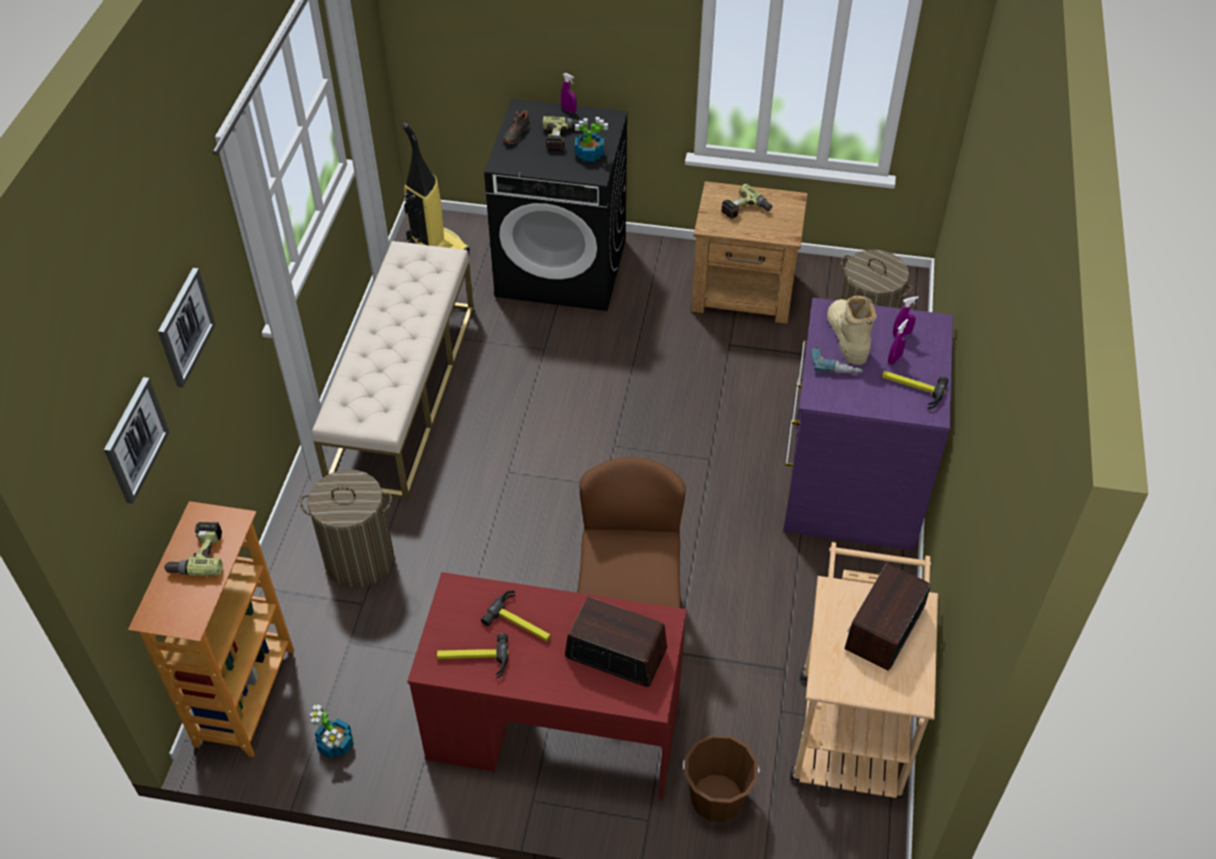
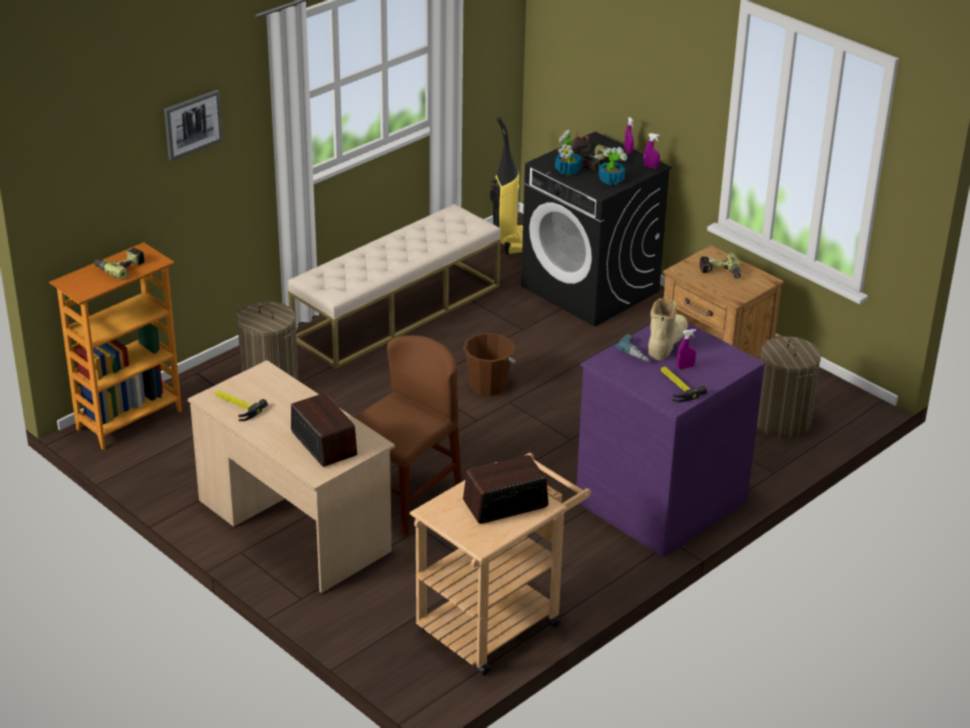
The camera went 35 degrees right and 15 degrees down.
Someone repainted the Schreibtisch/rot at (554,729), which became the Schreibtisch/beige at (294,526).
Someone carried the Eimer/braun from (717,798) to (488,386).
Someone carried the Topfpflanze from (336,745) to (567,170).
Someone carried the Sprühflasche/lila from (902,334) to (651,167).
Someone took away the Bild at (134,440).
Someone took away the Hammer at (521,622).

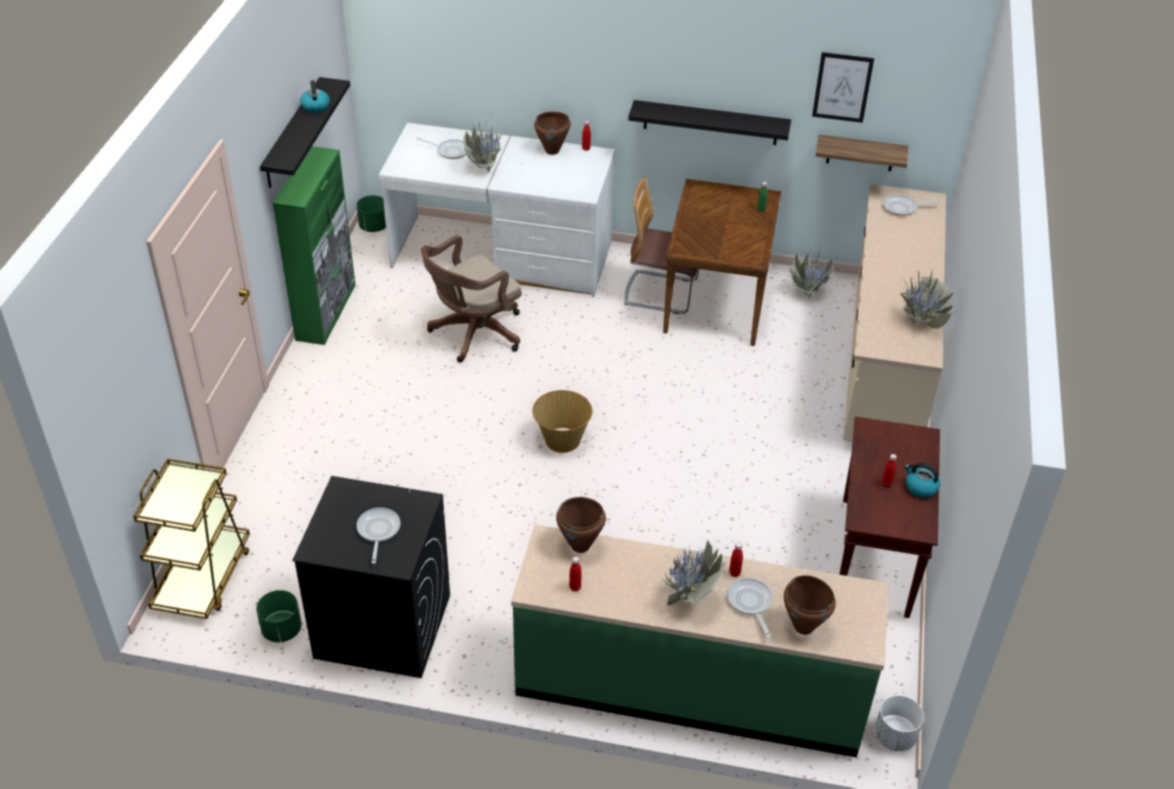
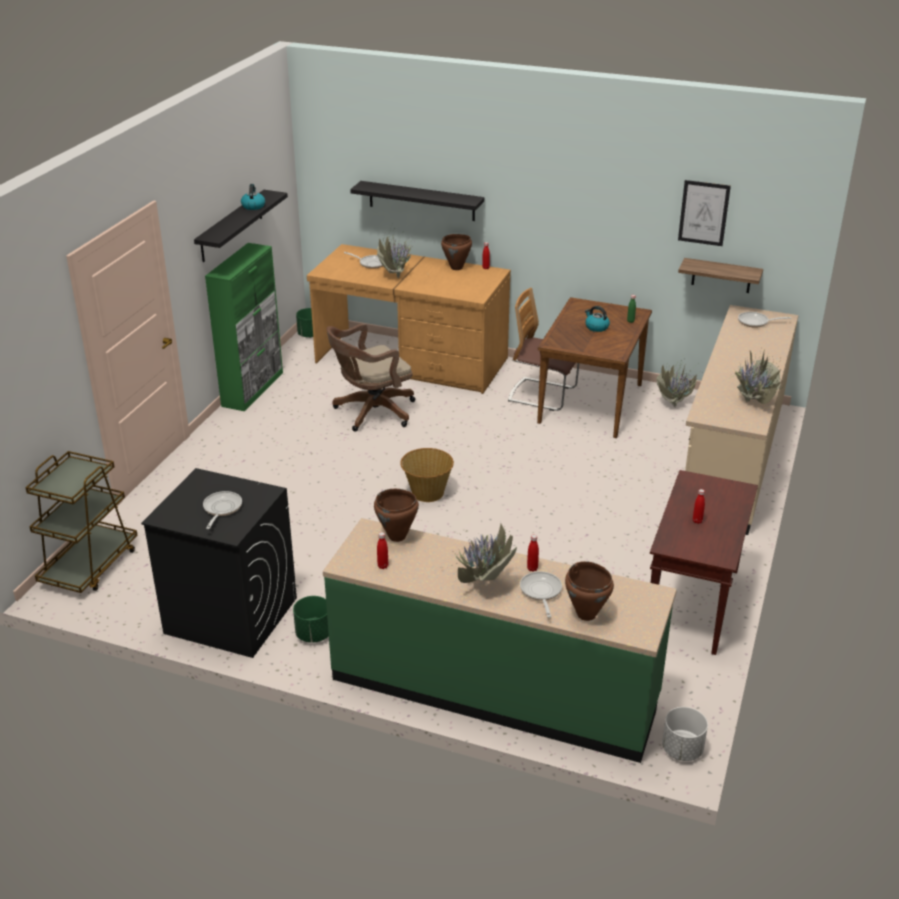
The camera went 10 degrees right and 10 degrees down.
Someone carried the Pflanzkübel/grün from (281,630) to (313,634).
Someone repainted the Schreibtisch/weiß at (501,256), which became the Schreibtisch/braun at (411,361).
Someone carried the Wandregal/schwarz from (710,123) to (421,201).
Someone carried the Wasserkessel from (920,487) to (596,327).

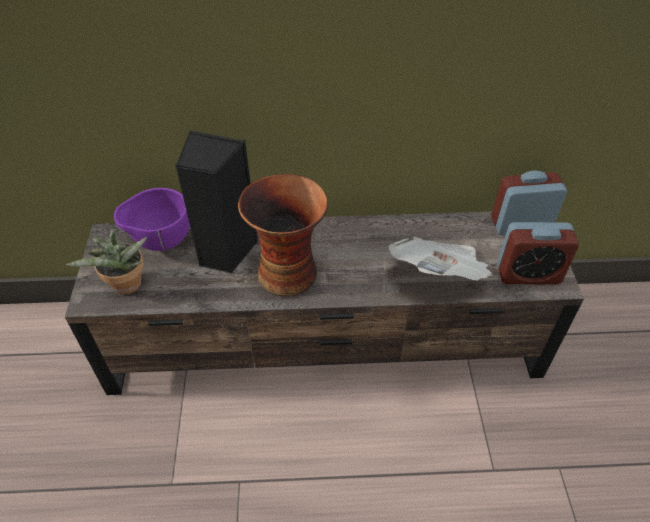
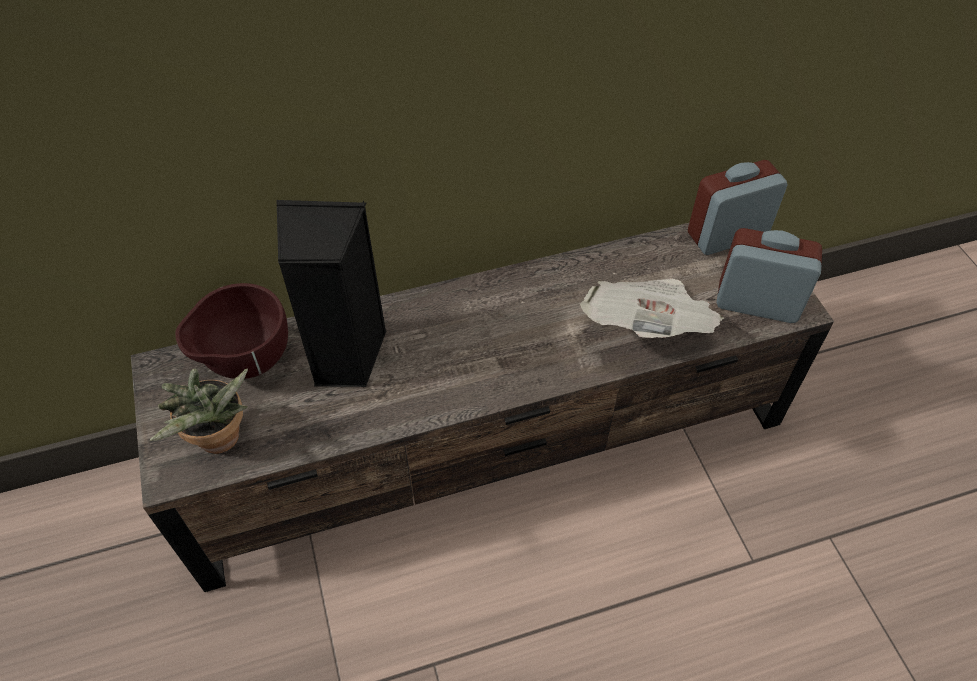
The camera went 15 degrees left and 5 degrees up.
Someone repainted the Schüssel/lila at (161,243), which became the Schüssel/braun at (246,363).
Someone rotated the Wecker at (528,274) by 150 degrees counterclockwise.
Someone took away the Vase at (287,272).

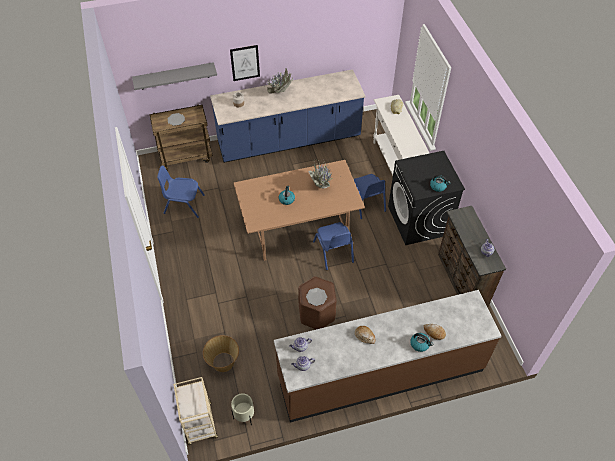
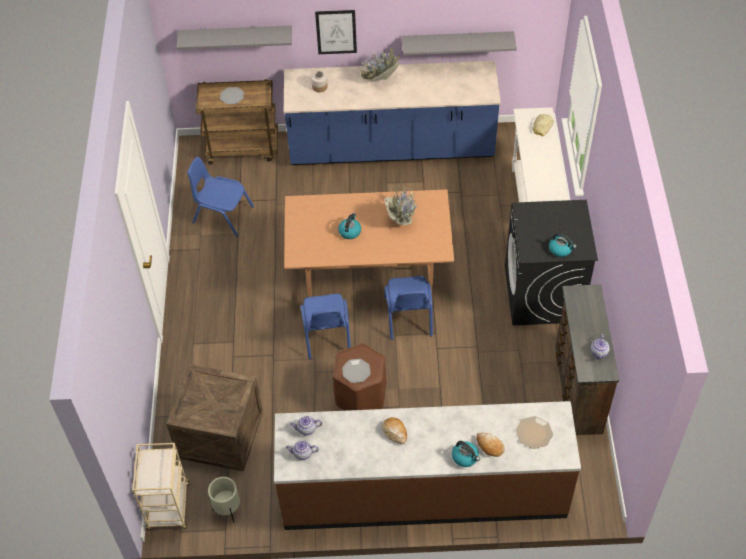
The camera went 15 degrees right and 0 degrees up.
Someone swapped the Korb at (223,362) for the Kiste at (219,435).
Someone carried the Stuhl/blau from (366,203) to (326,335).
Someone put up the Wandregal/grau at (457,42).
Someone put down the Teller at (534,433).

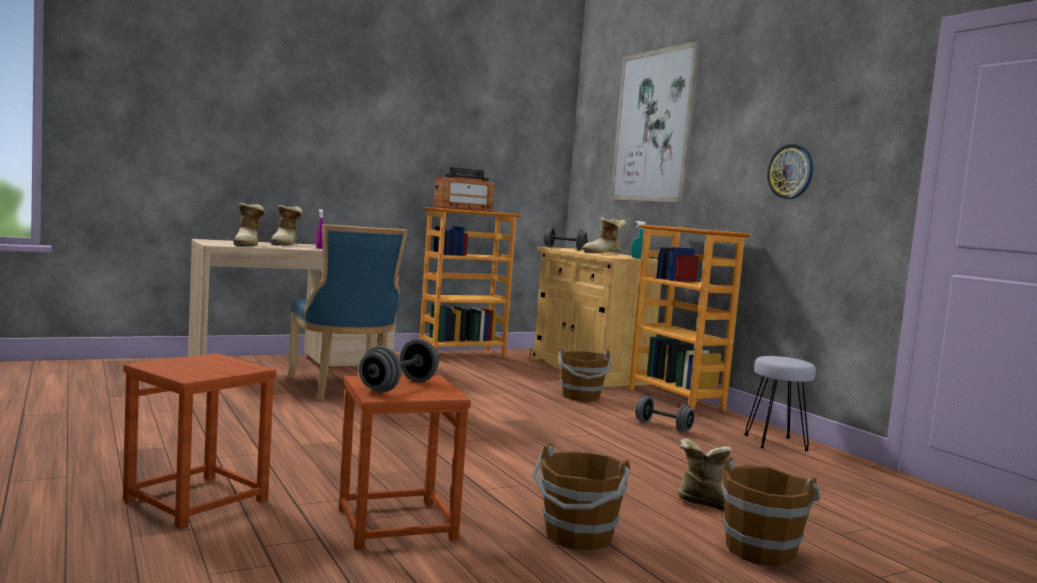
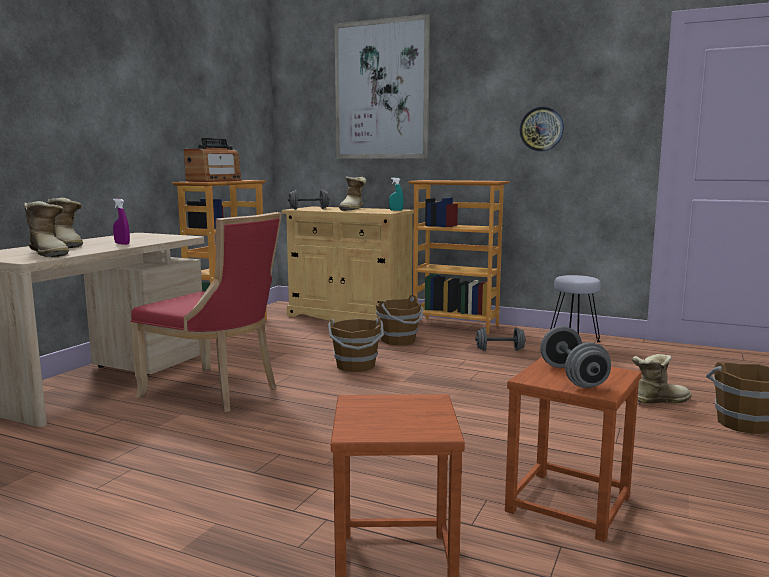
The camera went 35 degrees left and 5 degrees up.
Someone repainted the Stuhl/blau at (342,388), which became the Stuhl/rot at (215,392).
Someone carried the Eimer/braun from (578,536) to (356,366).

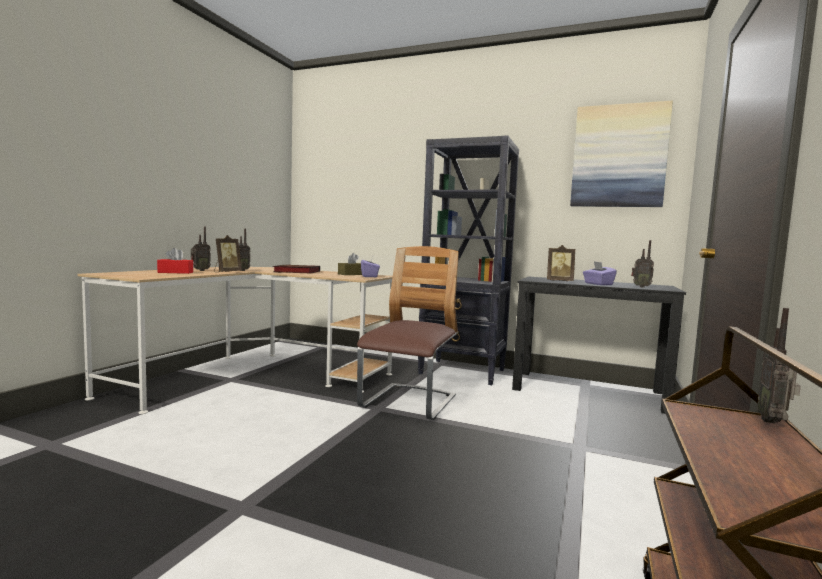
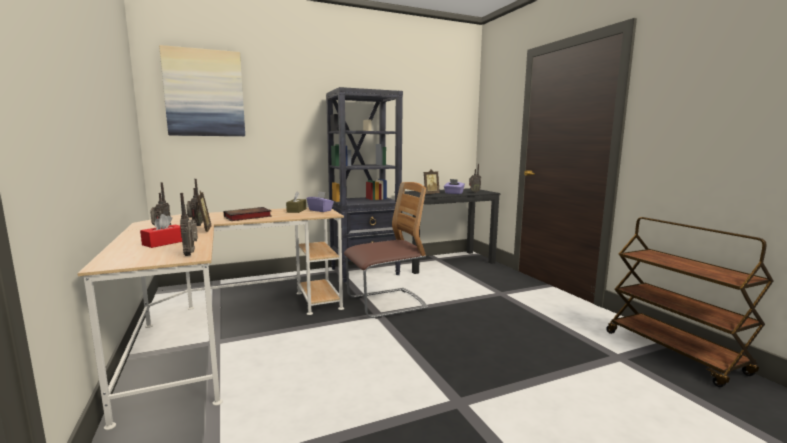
The camera went 45 degrees left and 5 degrees up.
Someone carried the Bild from (618,156) to (204,93).
Someone carried the Radio from (774,421) to (191,254).
Someone rotated the Stuhl at (408,403) by 90 degrees clockwise.

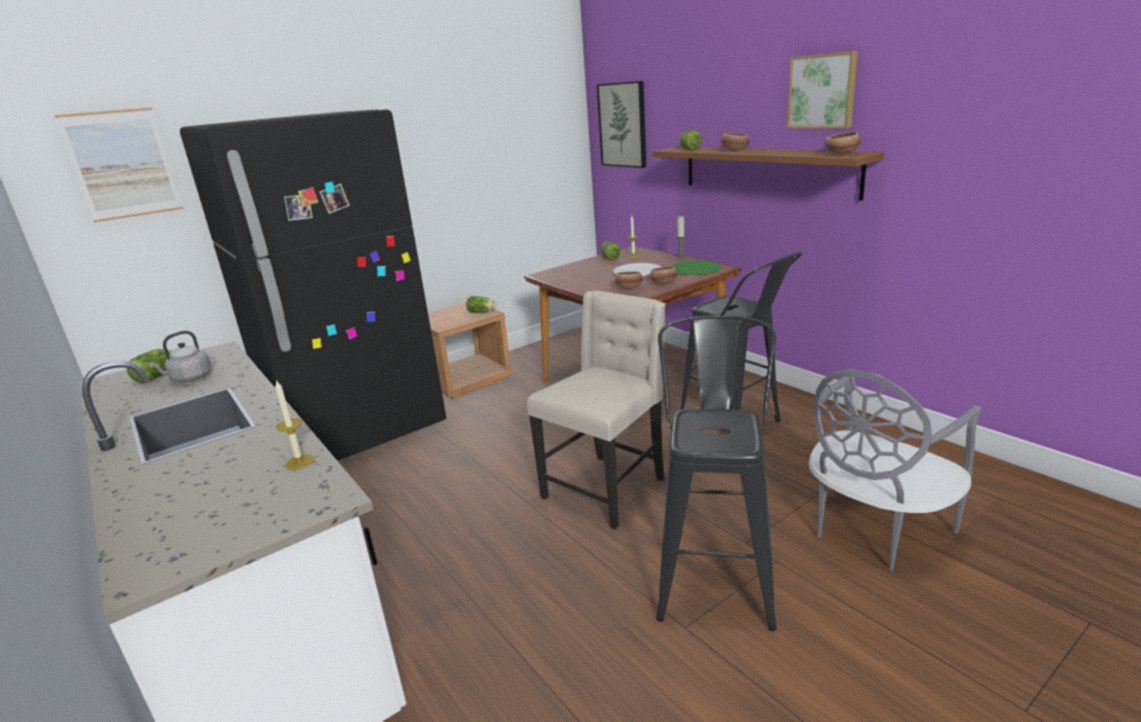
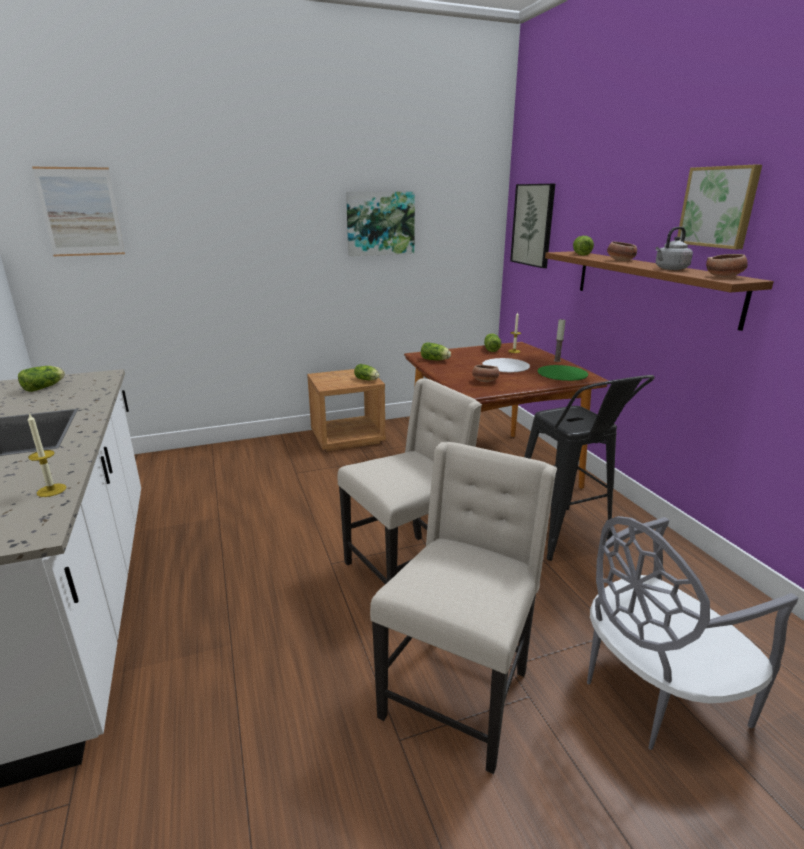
The camera went 15 degrees right and 0 degrees up.
Someone put up the Bild at (380,223).
Someone swapped the Hocker/schwarz at (715,576) for the Stuhl/beige at (458,693).
Someone put down the Salatkopf at (435,360).
Someone carried the Wasserkessel/grau from (189,378) to (670,269).
Someone took away the Kühlschrank/schwarz at (359,430).
Someone took away the Schüssel at (663,283).

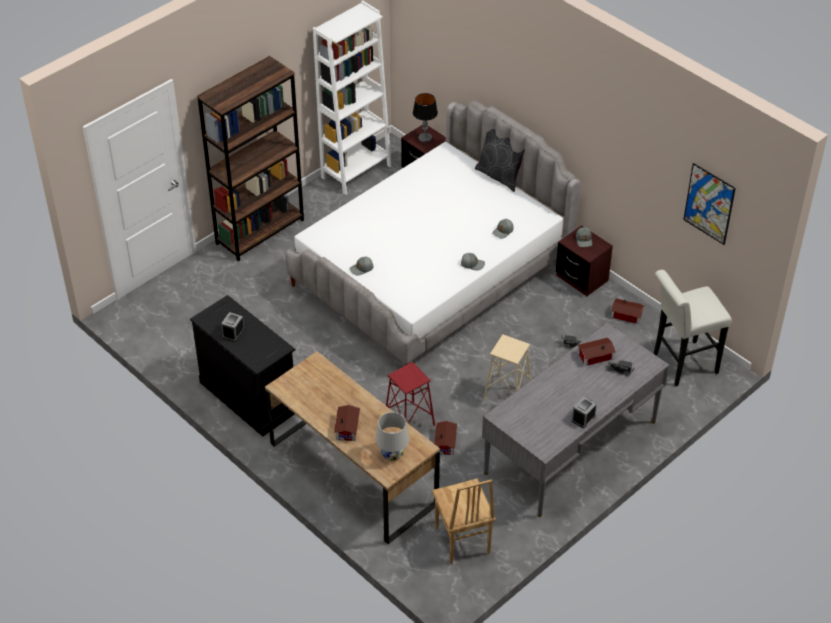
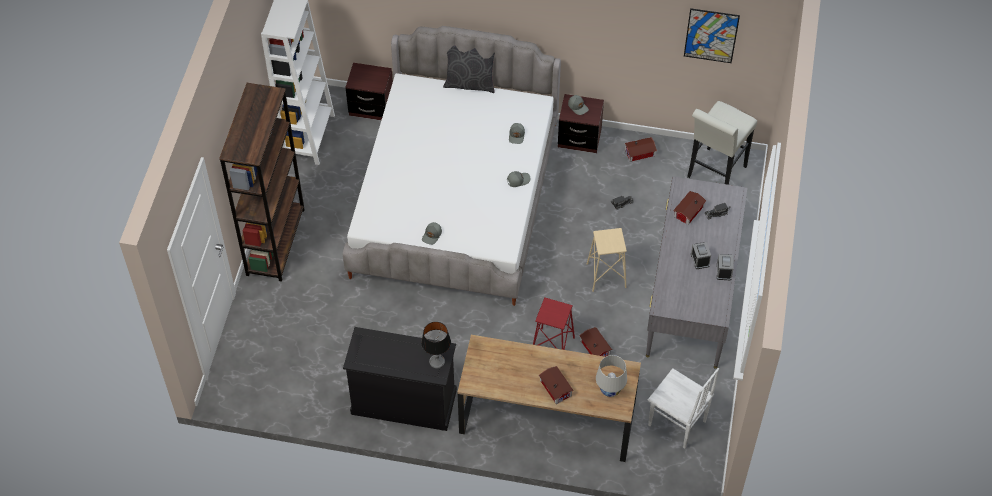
The camera went 35 degrees left and 10 degrees up.
Someone carried the Tischlampe from (425,138) to (437,362).
Someone repainted the Stuhl/braun at (461,541), which became the Stuhl/weiß at (677,424).
Someone carried the Wecker from (233,333) to (700,260).

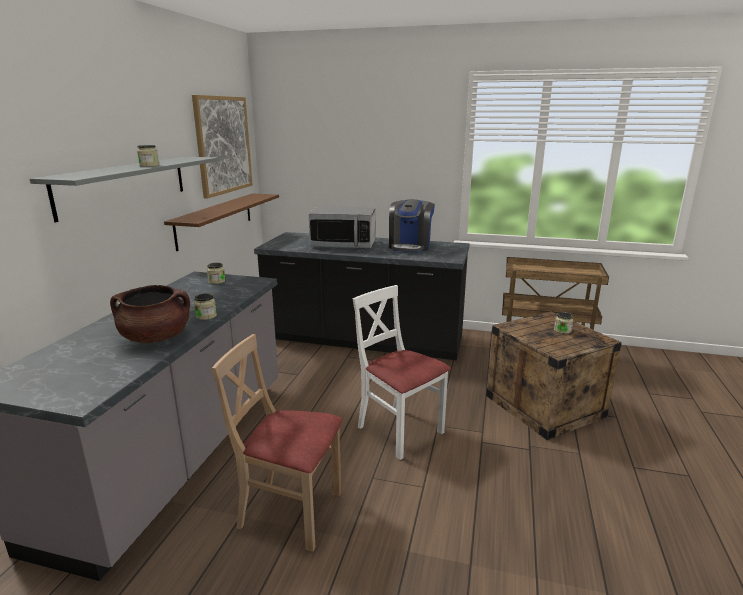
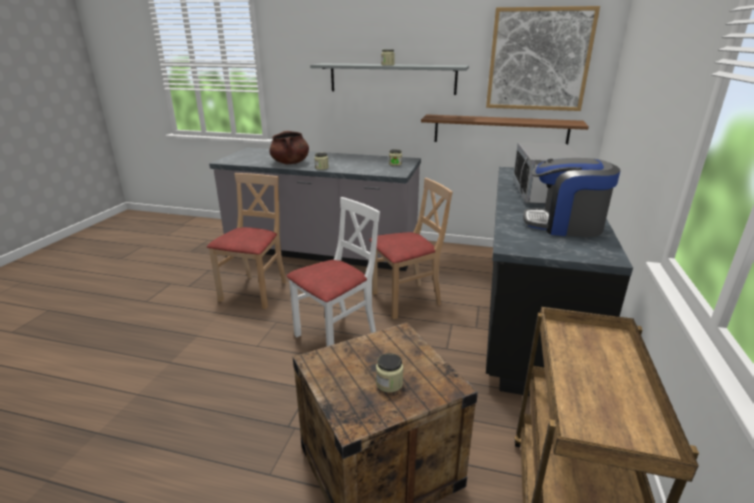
The camera went 90 degrees right and 5 degrees up.
Someone put down the Stuhl/beige at (406,299).

